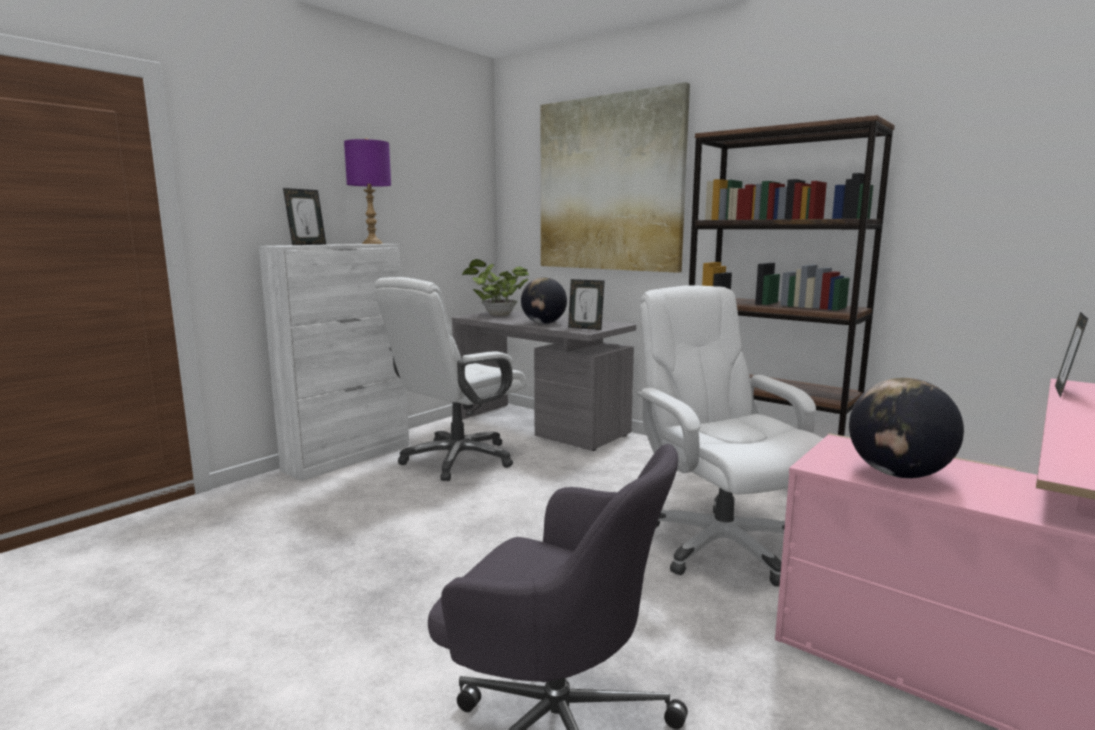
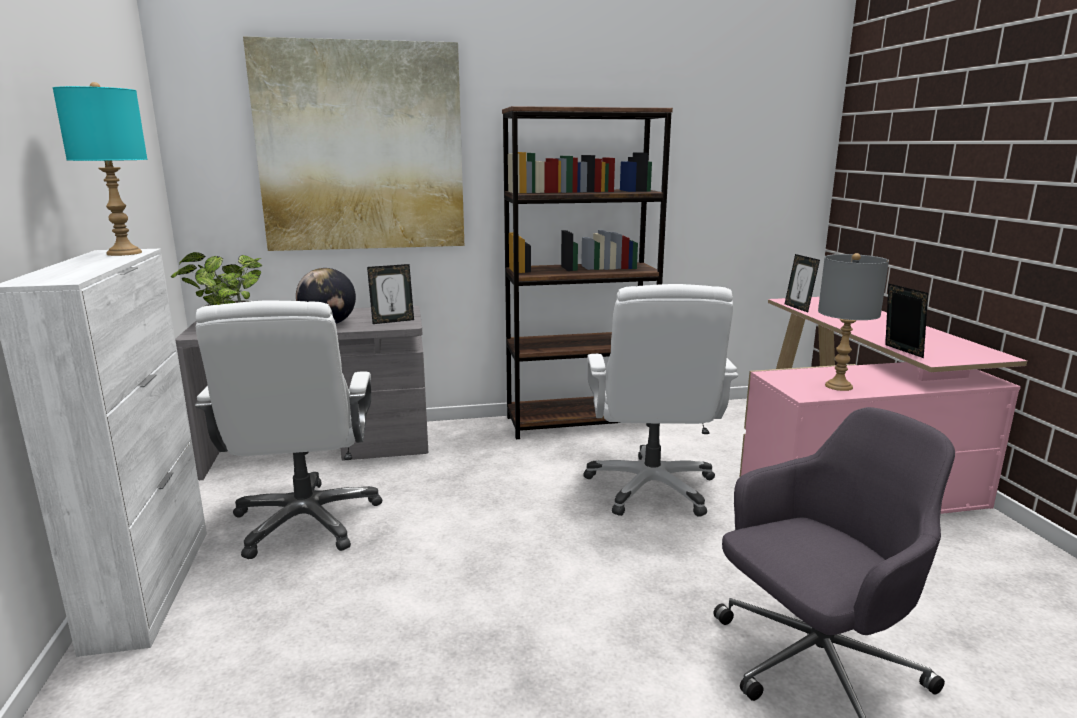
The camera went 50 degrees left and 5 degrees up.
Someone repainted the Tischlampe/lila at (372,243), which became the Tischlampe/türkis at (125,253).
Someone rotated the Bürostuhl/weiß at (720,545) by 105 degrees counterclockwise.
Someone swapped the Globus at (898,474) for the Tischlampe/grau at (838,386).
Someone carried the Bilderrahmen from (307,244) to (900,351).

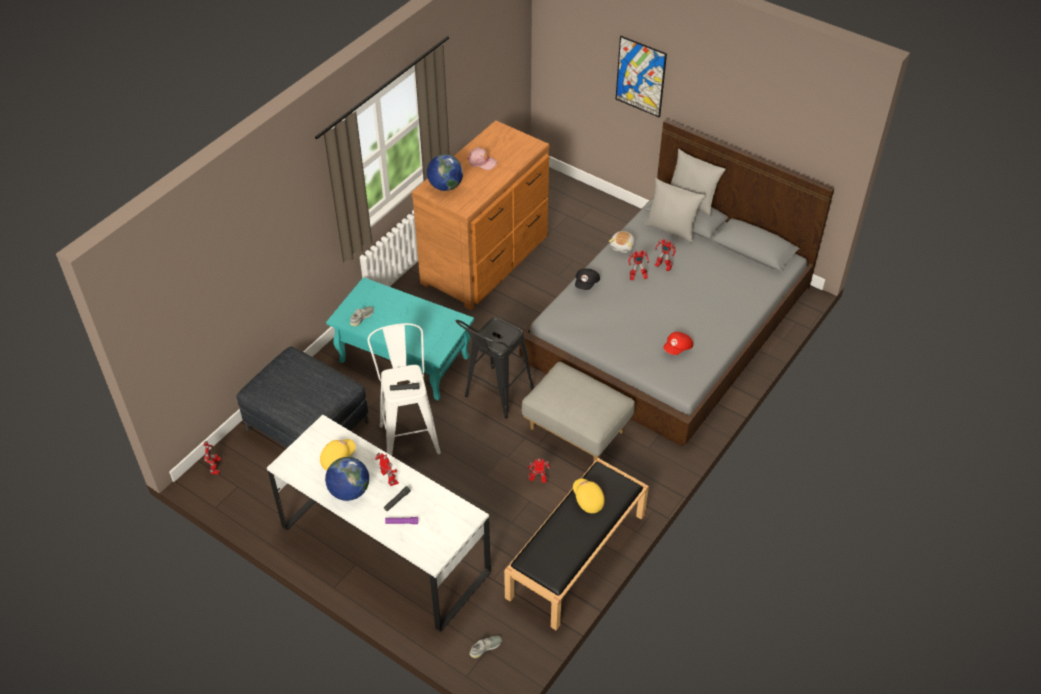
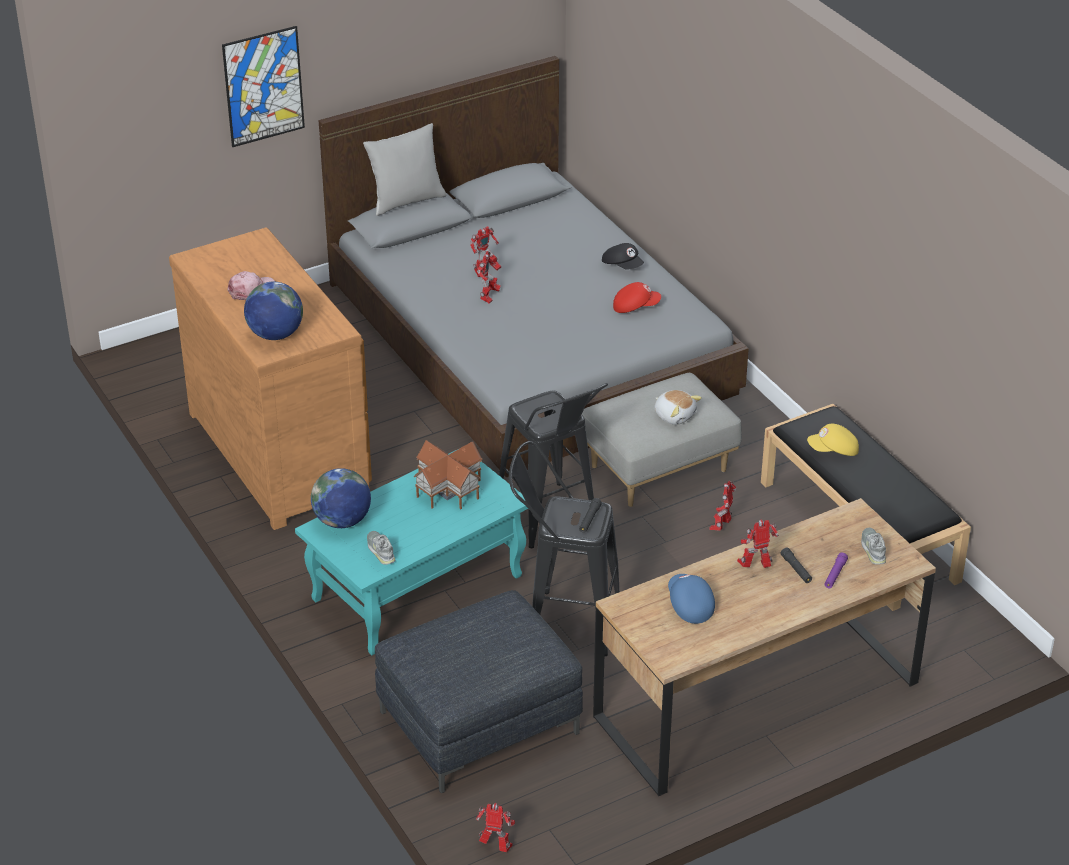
The camera went 65 degrees left and 10 degrees down.
Someone carried the Globus from (349,491) to (342,521).
Someone put down the Spielzeughaus at (450,489).
Someone repainted the Hocker/weiß at (408,433), which became the Hocker/schwarz at (563,621).
Someone repainted the Schreibtisch/weiß at (385,549), which became the Schreibtisch/braun at (756,699).
Someone carried the Kappe/schwarz from (586,284) to (623,265).
Someone rotated the Kappe/rot at (677,348) by 75 degrees counterclockwise.
Someone carried the Plüschtier from (623,247) to (675,415).
Someone repainted the Kappe/gelb at (338,458), which became the Kappe/blau at (689,605).
Someone carried the Schuh/grau from (485,647) to (873,549).
Someone took away the Kissen/grau at (671,229).

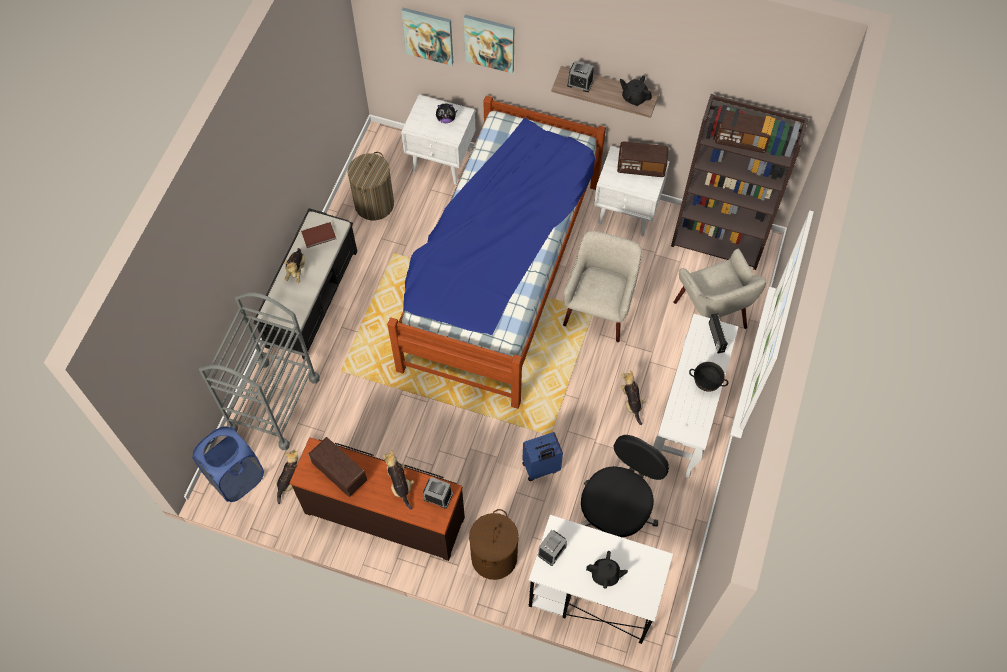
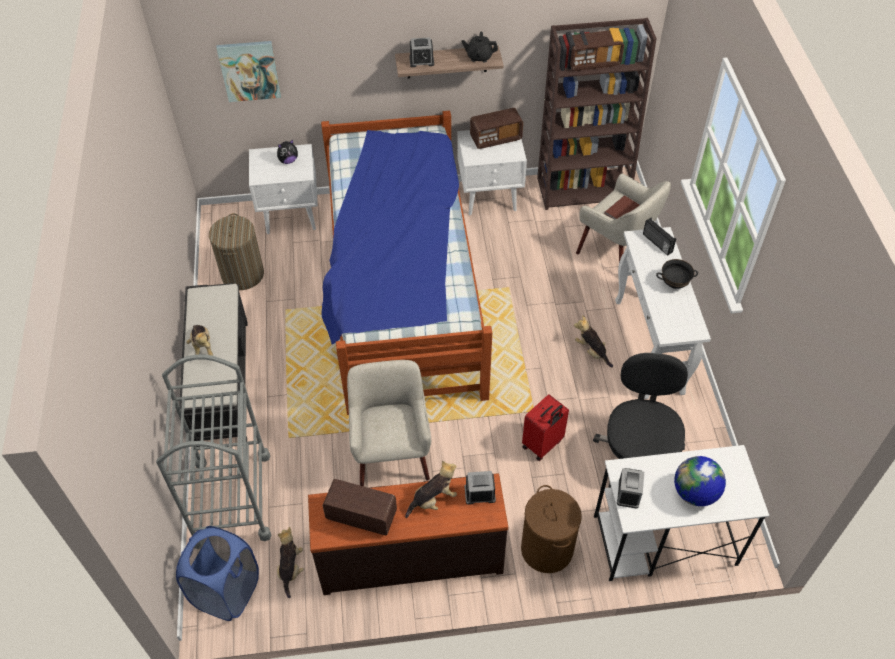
The camera went 25 degrees left and 10 degrees down.
Someone carried the Sessel/beige from (598,310) to (392,454).
Someone rotated the Plüschtier at (400,484) by 105 degrees clockwise.
Someone repainted the Koffer/blau at (541,468), which became the Koffer/rot at (543,444).
Someone carried the Buch/braun from (319,236) to (622,210).
Someone swapped the Teekanne/schwarz at (605,575) for the Globus at (694,493).
Someone took away the Bild at (489,43).

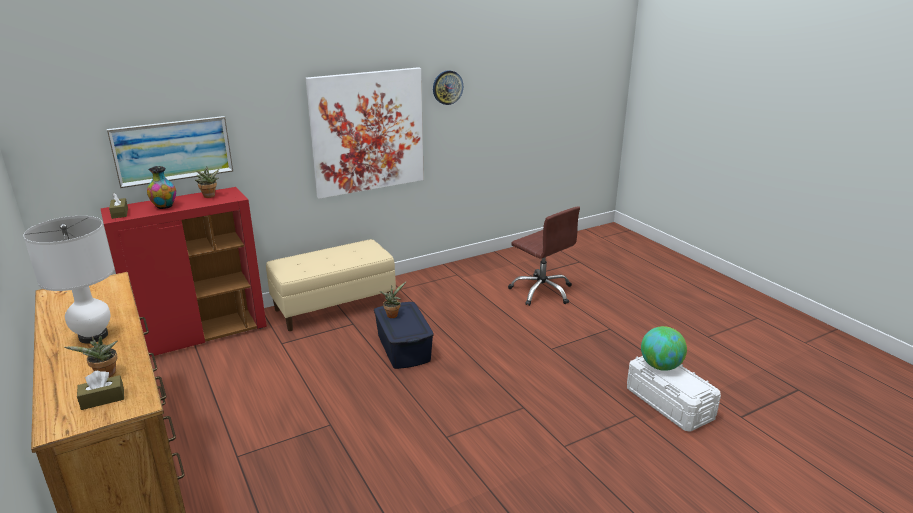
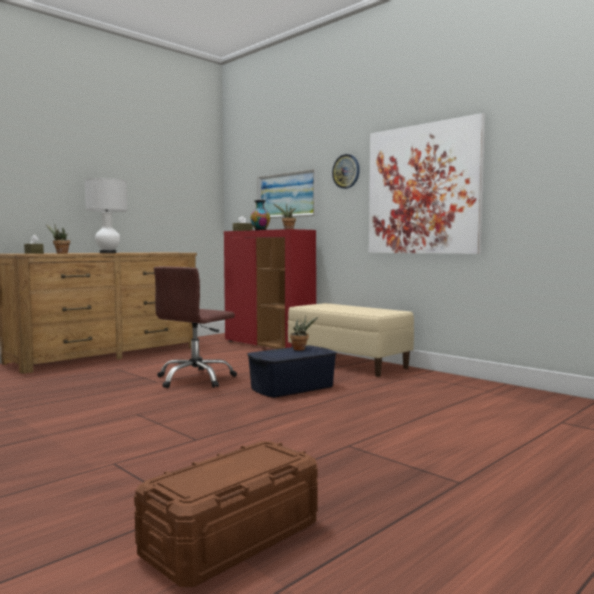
The camera went 75 degrees right and 20 degrees down.
Someone repainted the Aufbewahrungsbox/weiß at (669,403), which became the Aufbewahrungsbox/braun at (233,539).
Someone carried the Bürostuhl/braun from (542,291) to (195,379).
Someone carried the Wanduhr from (447,87) to (346,171).
Someone took away the Globus at (660,366).

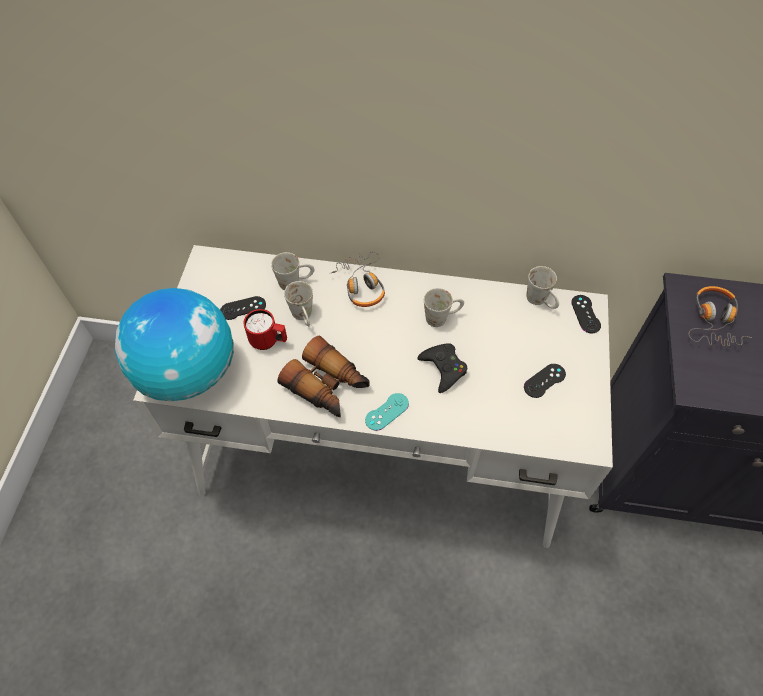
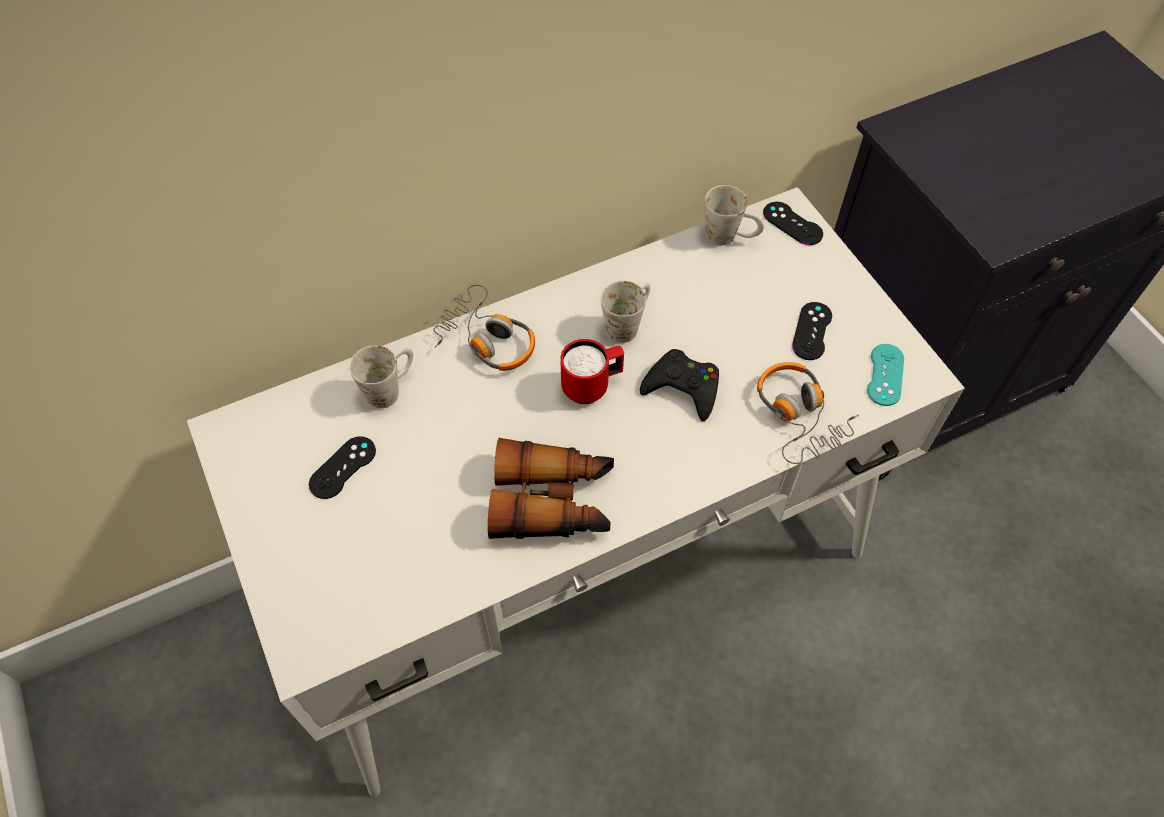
The camera went 35 degrees left and 0 degrees up.
Someone carried the Henkelbecher/rot from (269,341) to (592,386).
Someone carried the Kopfhörer from (713,321) to (798,416).
Someone carried the Gamepad/türkis from (387,412) to (885,375).
Someone took away the Globus at (188,372).
Someone took away the Henkelbecher/weiß at (304,317).

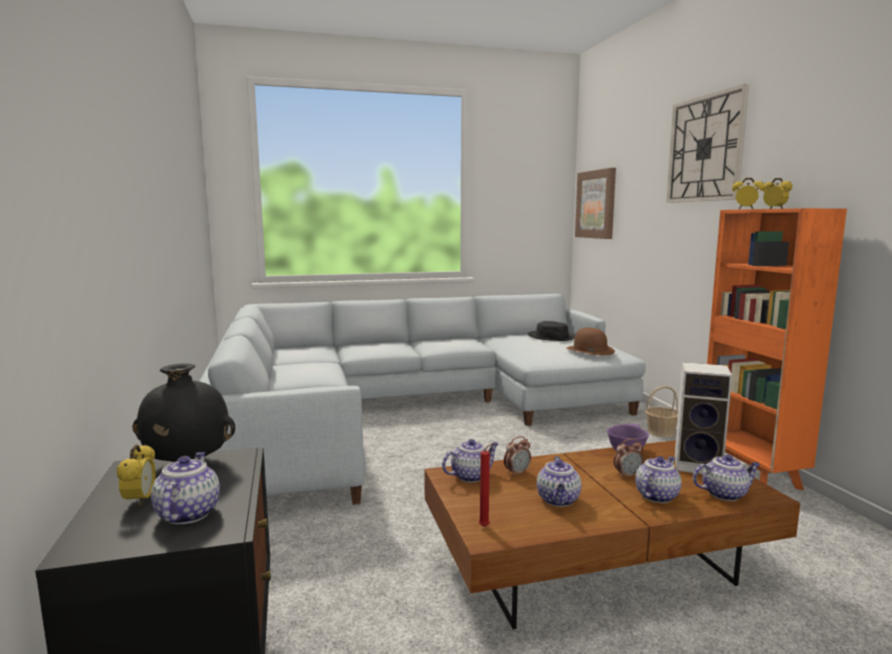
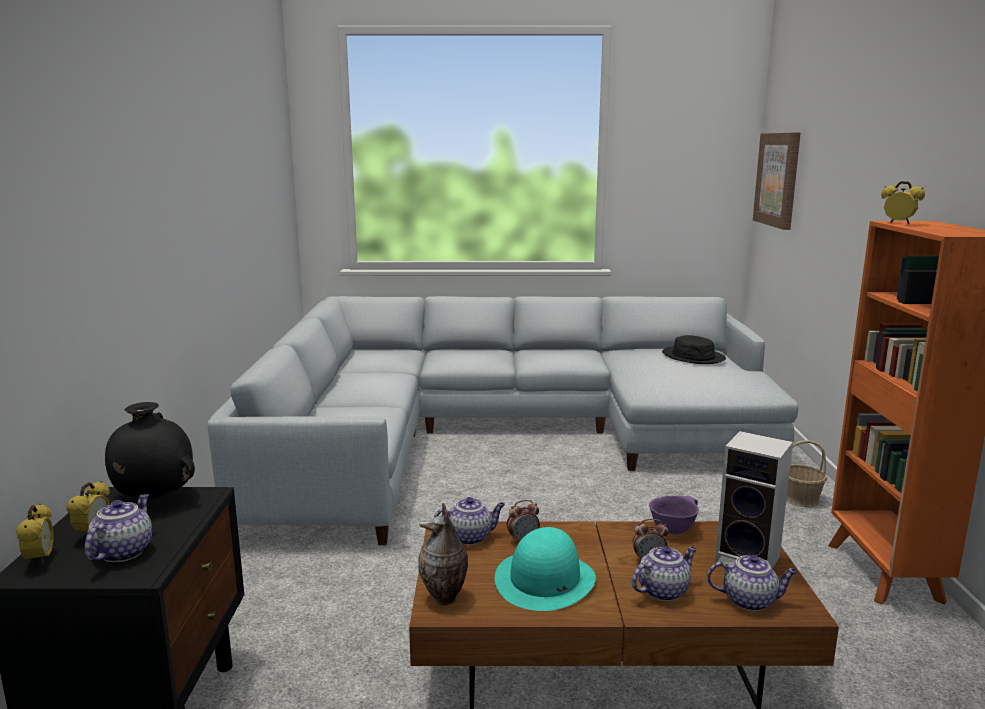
The camera went 15 degrees right and 5 degrees up.
Someone carried the Wecker from (774,209) to (40,559).
Someone swapped the Kerze/rot at (485,526) for the Vase at (445,598).
Someone swapped the Teekanne at (558,500) for the Hut/türkis at (545,580).
Someone took away the Hut/braun at (589,350).
Someone took away the Wanduhr at (705,149).

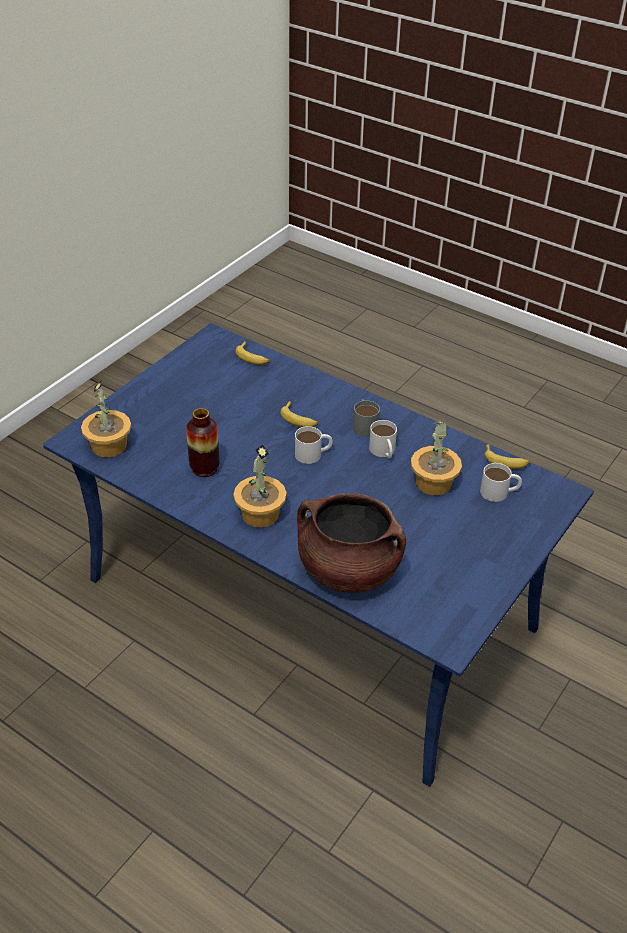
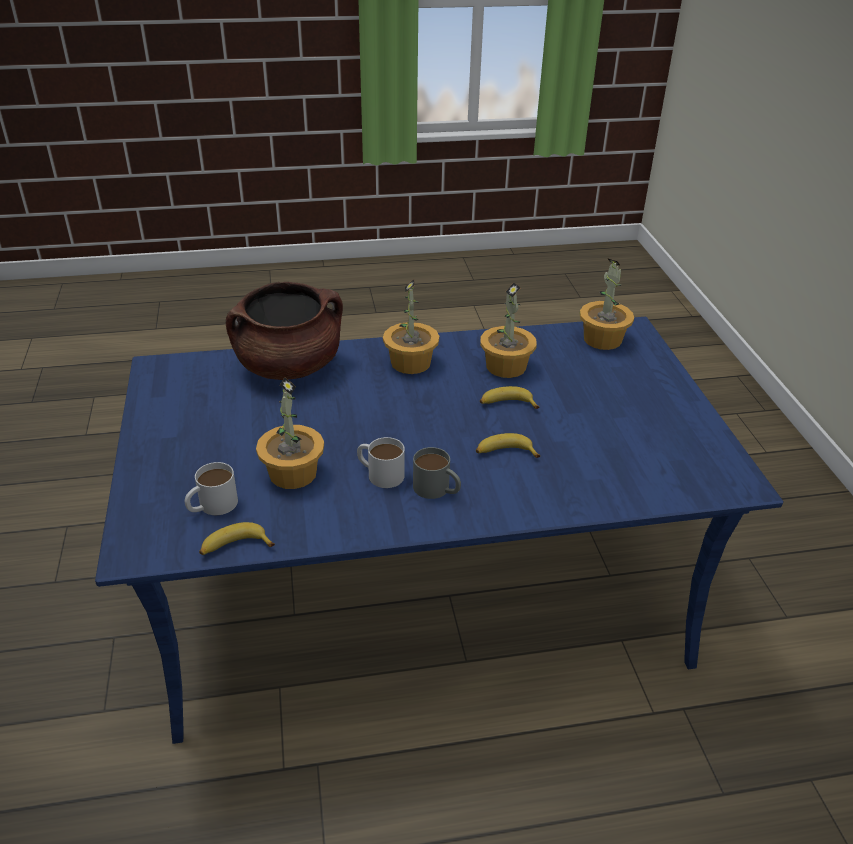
The camera went 135 degrees right and 5 degrees down.
Someone swapped the Vase at (204,468) for the Topfpflanze at (506,366).
Someone carried the Banane from (252,358) to (507,404).
Someone took away the Henkelbecher/weiß at (313,454).

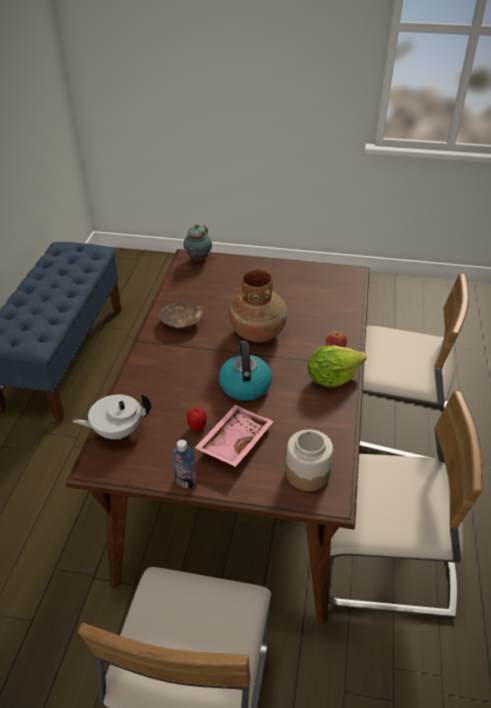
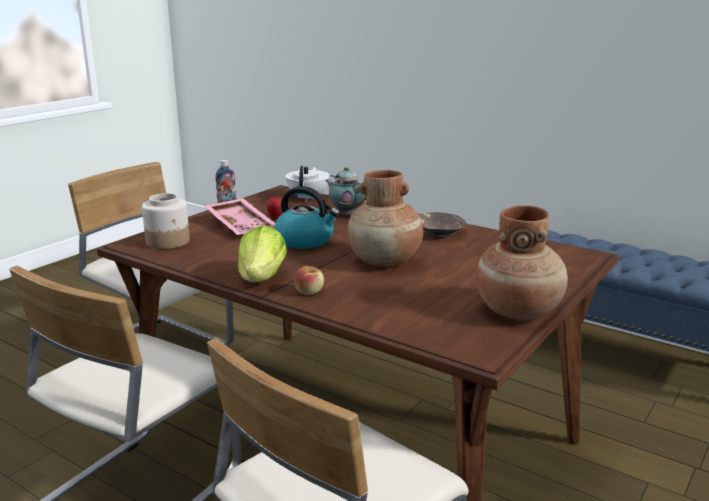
The camera went 115 degrees right and 20 degrees down.
Someone carried the Teekanne from (197,260) to (345,215).
Someone put down the Vase/braun at (518,310).

